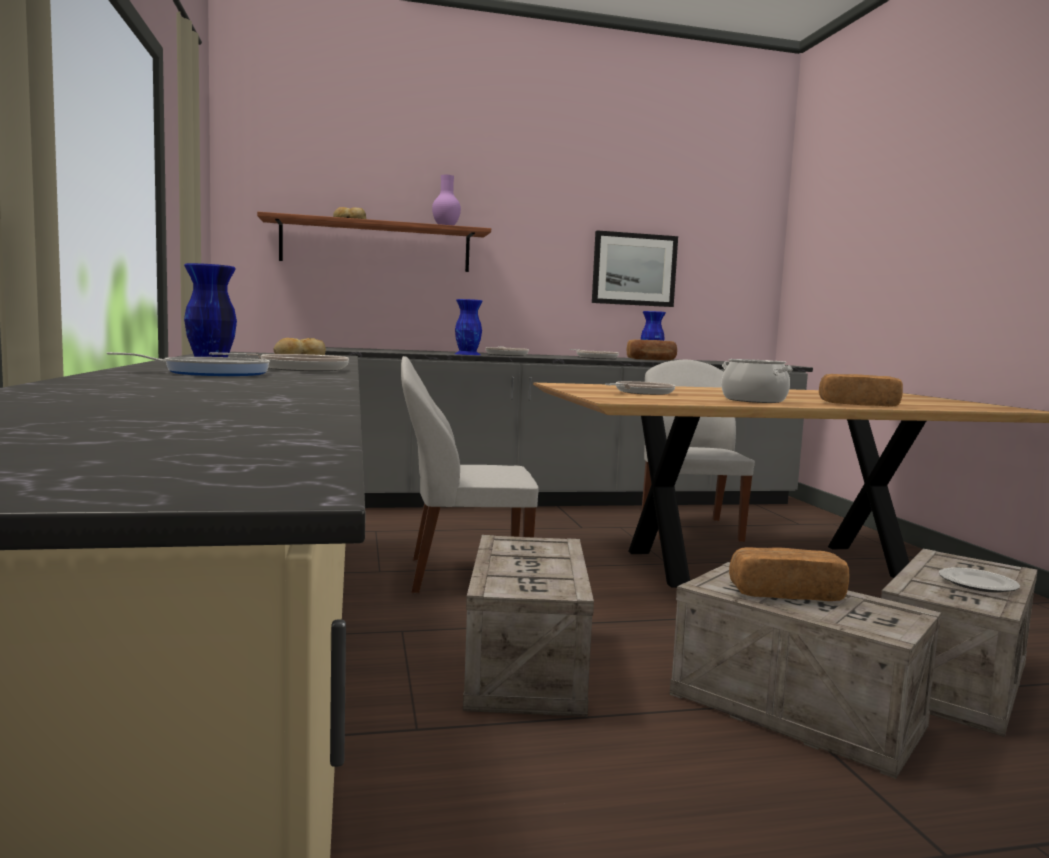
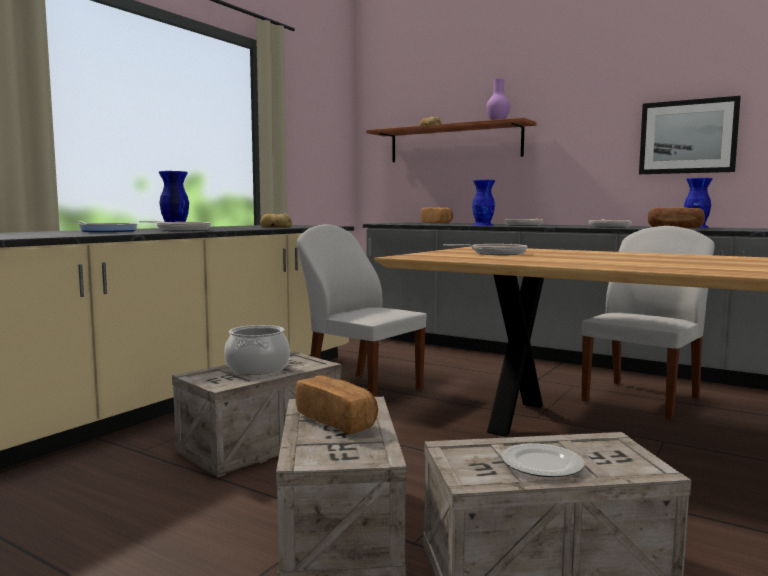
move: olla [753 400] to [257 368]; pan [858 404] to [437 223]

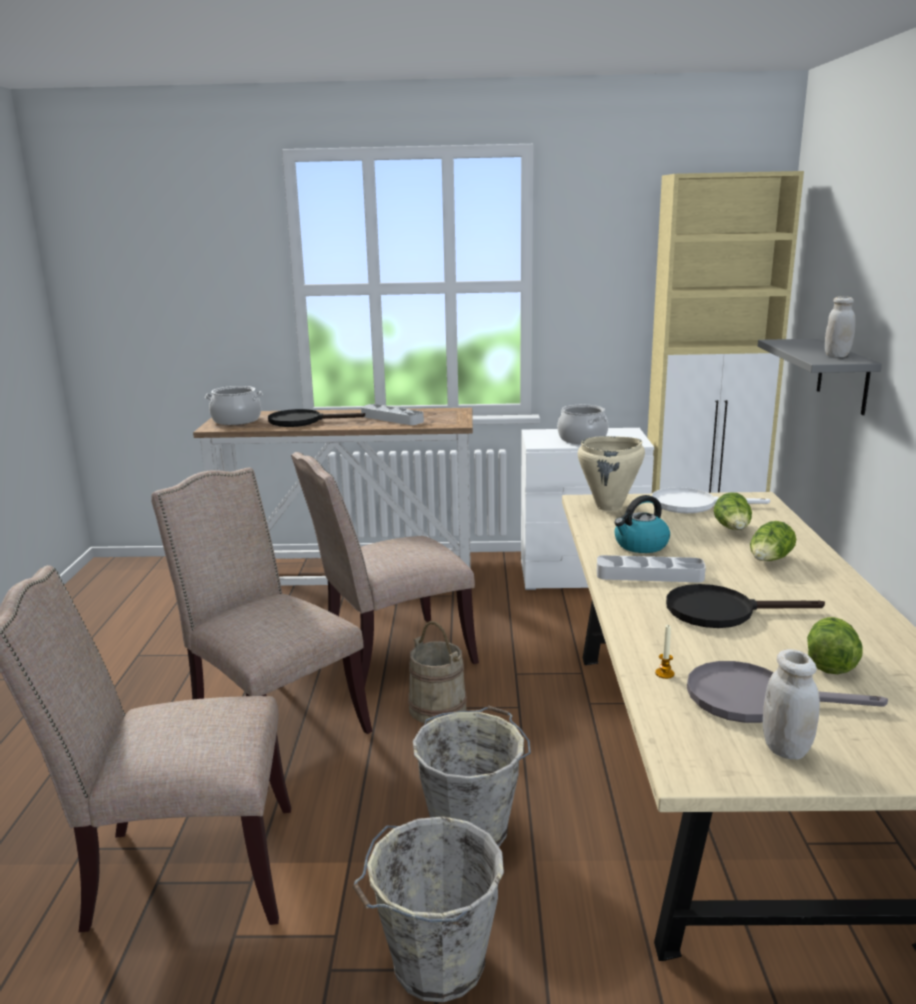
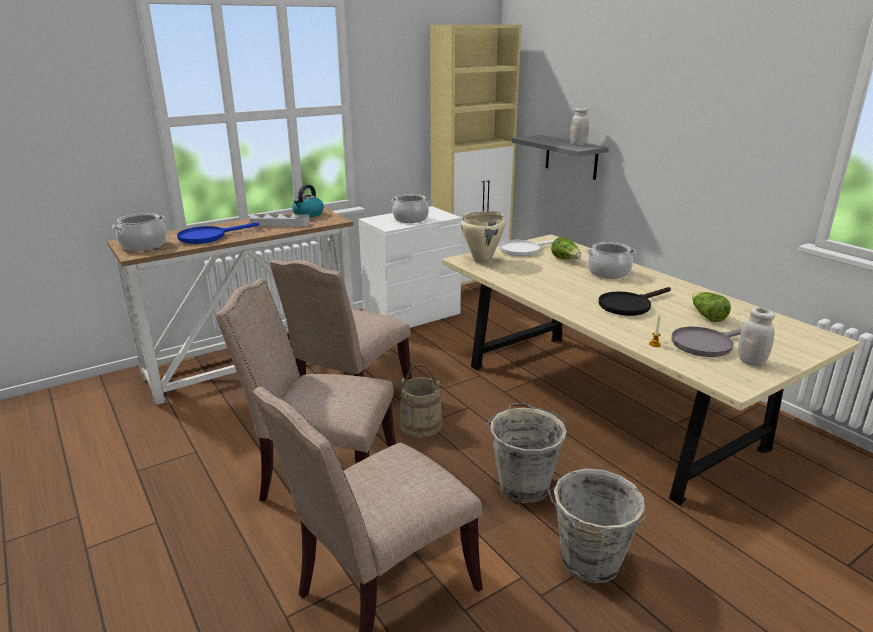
delete: bandeja/gris [649 575]
move: hervidor [640 545] to [308 214]
replace: lechuga [769 560] to olla [608 273]
recolor: sartén/negro [303 421] to sartén/azul [208 237]

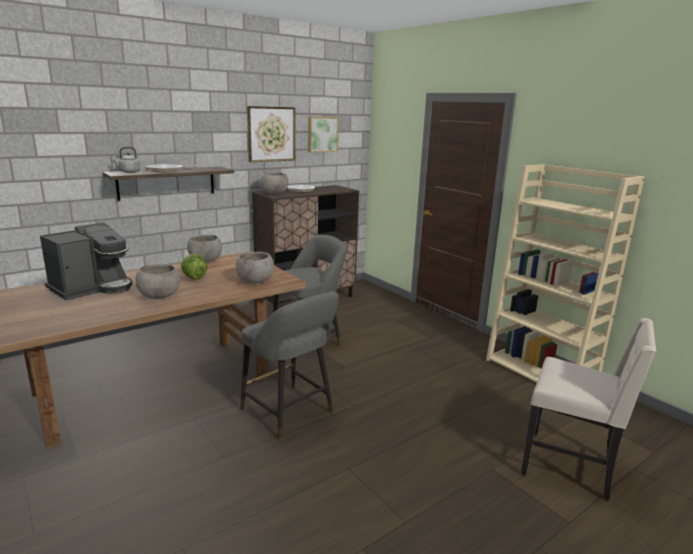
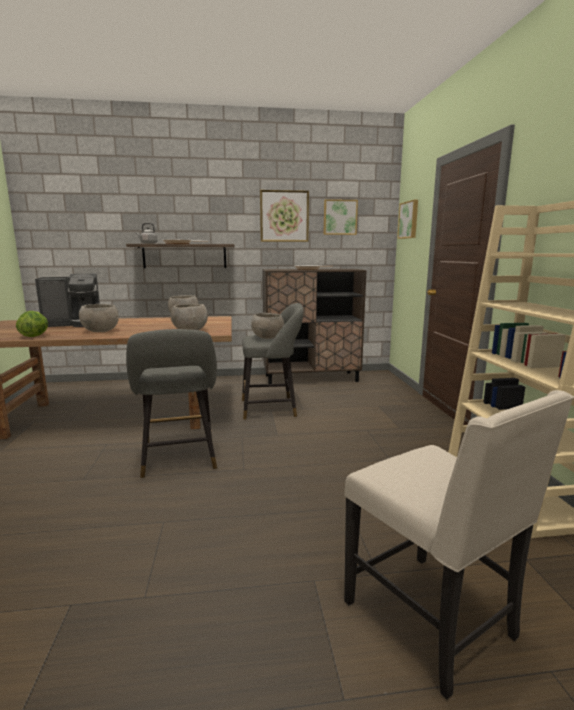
insert: cuadro [409 220]
move: cuenco/gris [274 194] to [267 338]; lechuga [194 278] to [35 336]

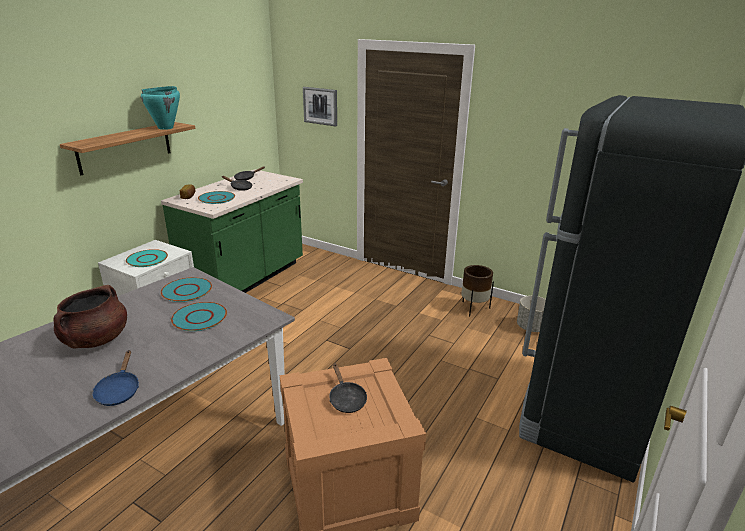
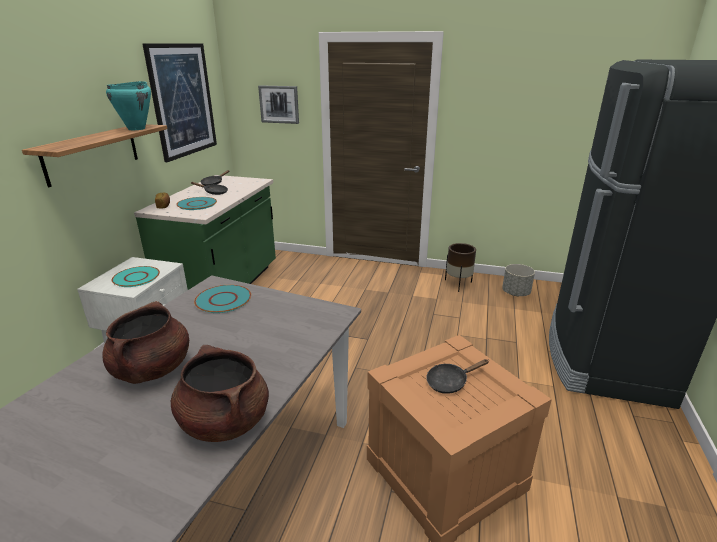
delete: plato/turquesa [199 318]
insert: cuadro [183 100]
replace: sartén/azul [119 390] to olla/marrón [224 421]
rotate: sartén/negro [346 399] = [450 382] 105 degrees clockwise

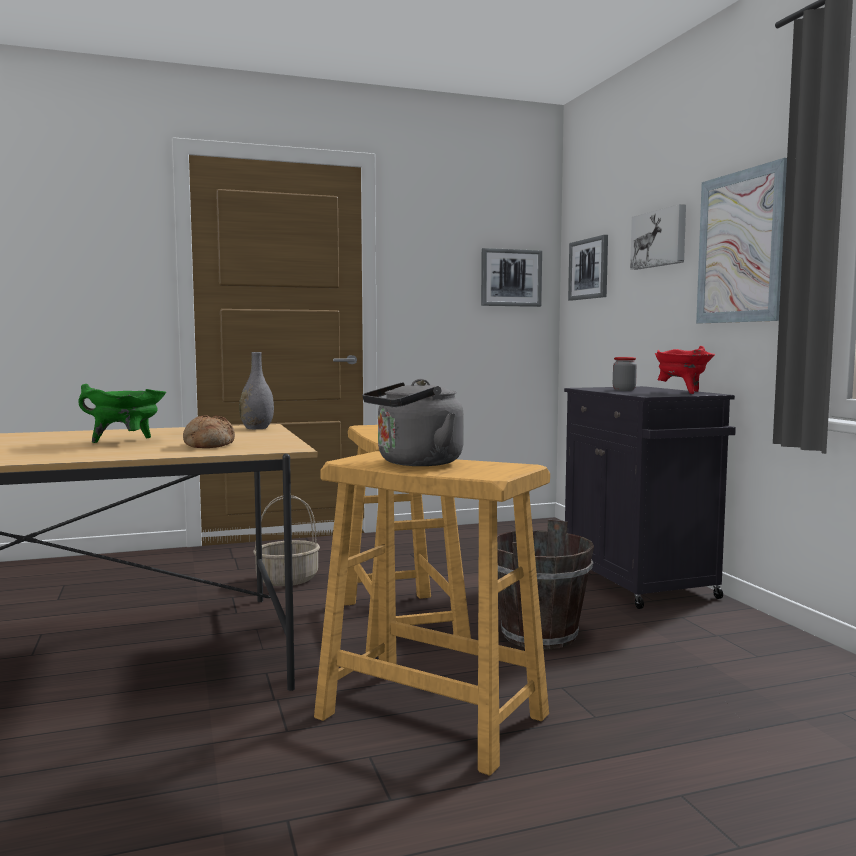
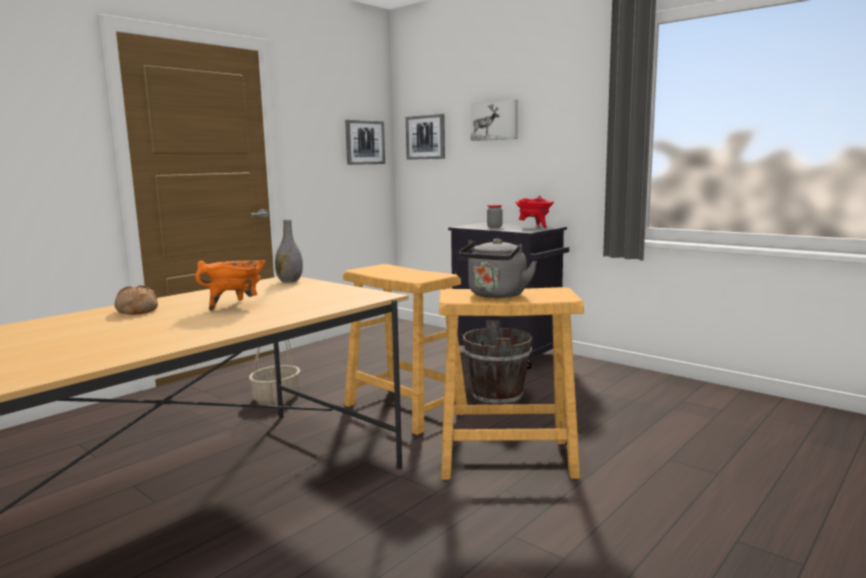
delete: cuadro [740 247]
move: pan [208 445] to [136 310]
recolor: olla/verde [127 442] to olla/naranja [236 306]

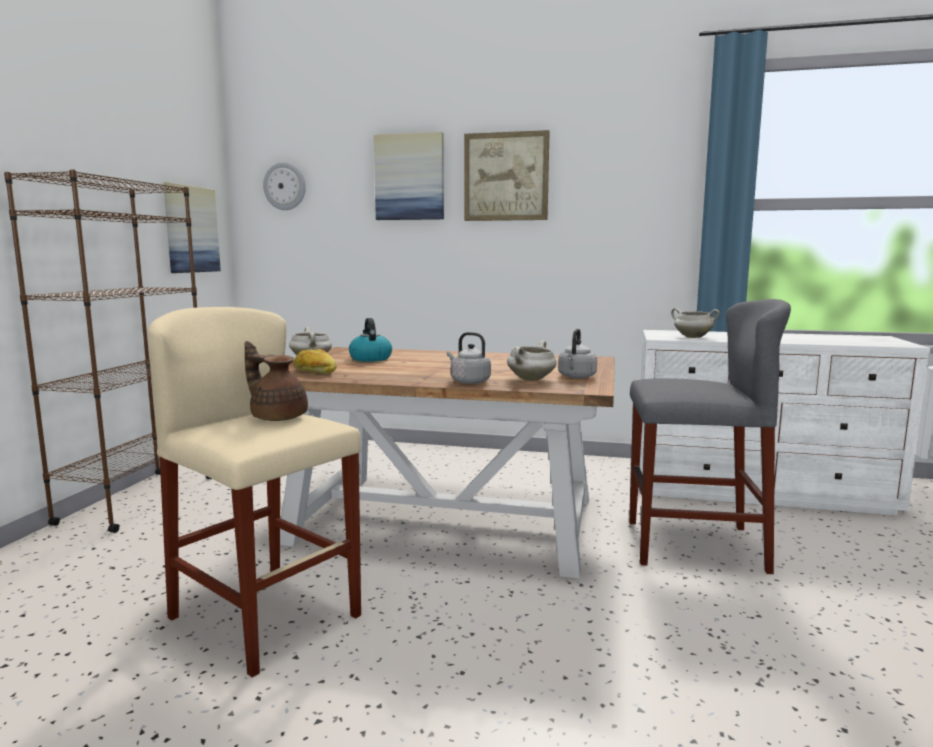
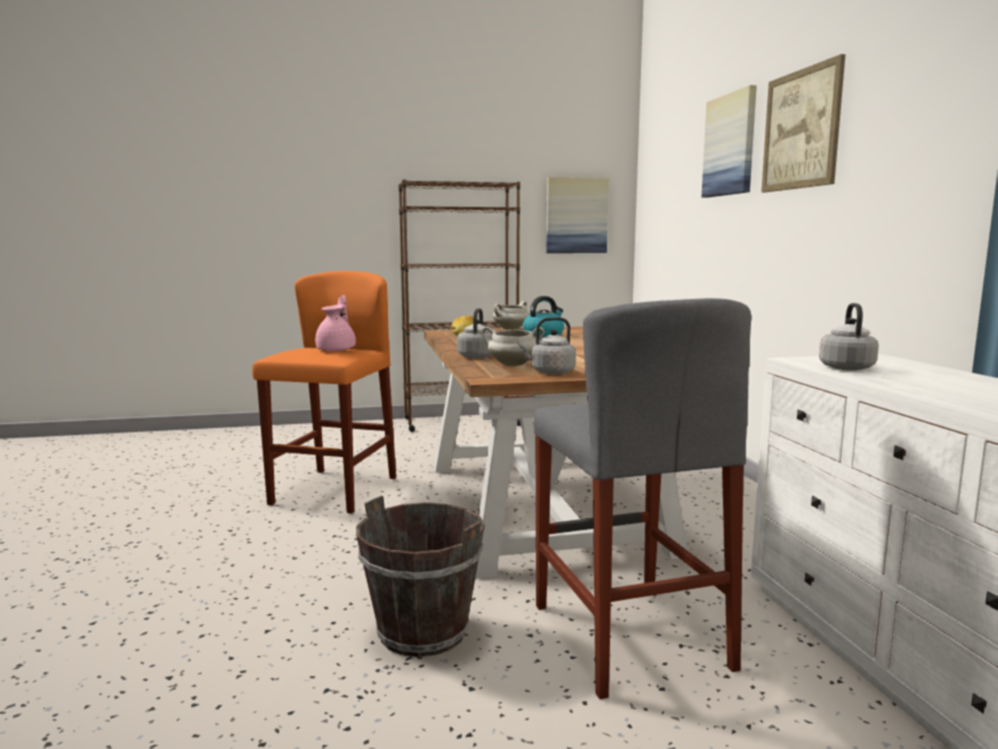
delete: reloj de pared [285 186]
insert: cubo/marrón [422 632]
replace: olla/blanco [692 337] to hervidor/gris [845 367]
recolor: taburete/beis [265 617] to taburete/naranja [334 490]; tetera/marrón [278 417] to tetera/rosa [337 350]

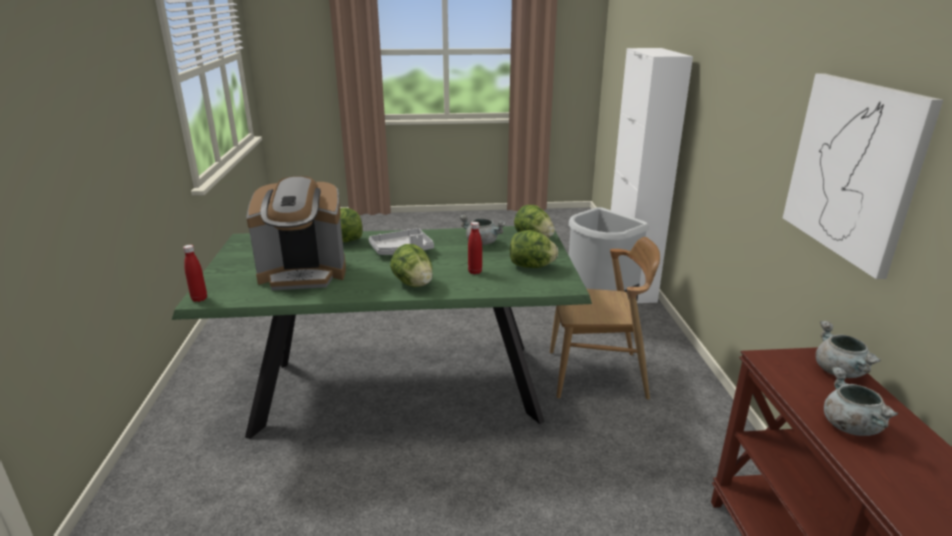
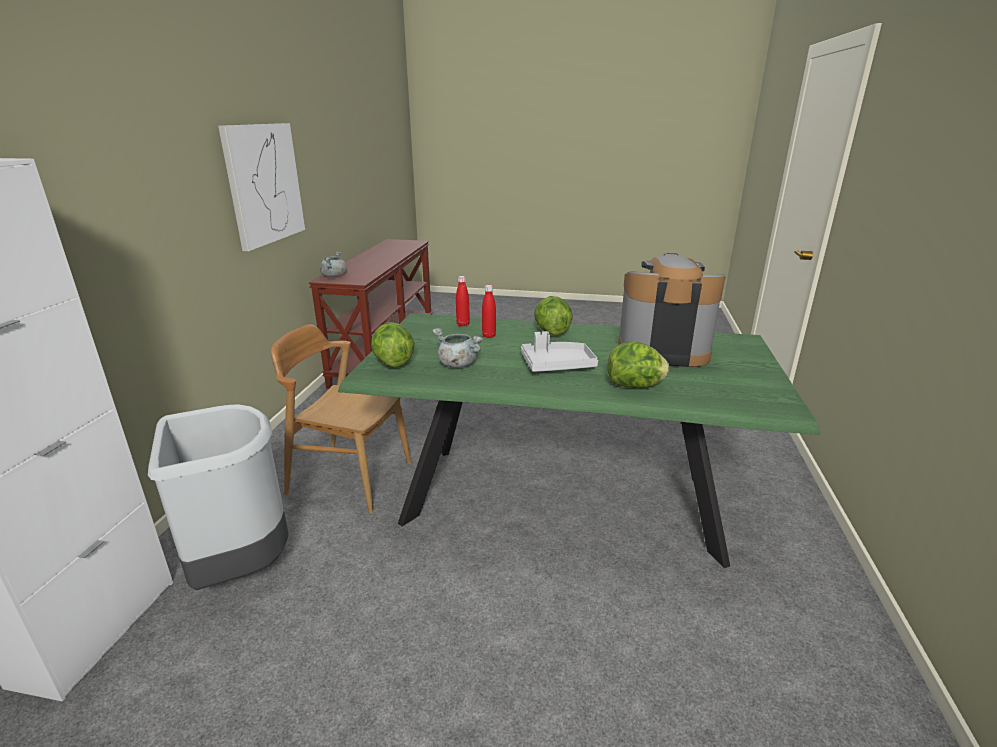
delete: lechuga [531 266]; olla/gris [849 425]
move: botella/rojo [199 299] to [463 324]

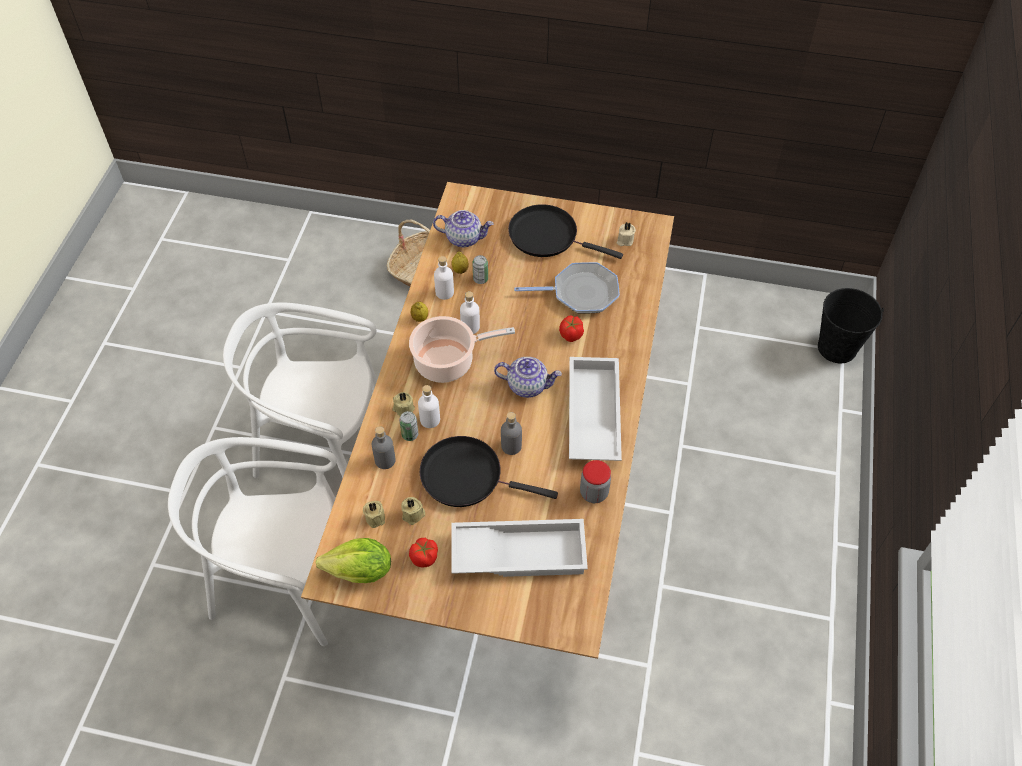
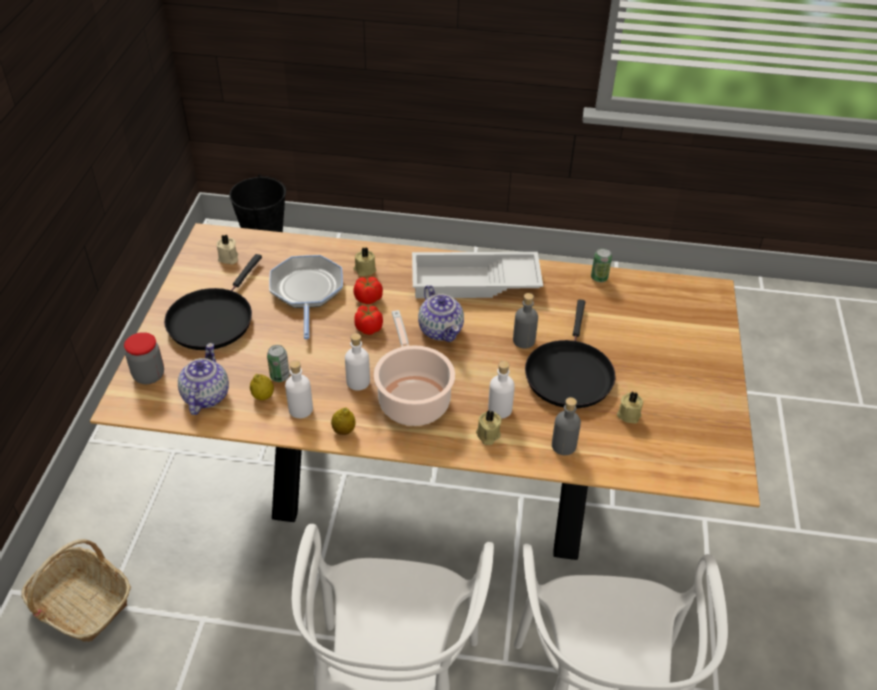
delete: bandeja/blanco [519 551]; lechuga [360 572]
move: lata [410 434] to [599 278]; tarro [594 493] to [149 375]; vela/beis [376 517] to [364 270]; tomate [424 557] to [368 328]
rotate: tetera [527 385] = [441 330] 150 degrees clockwise

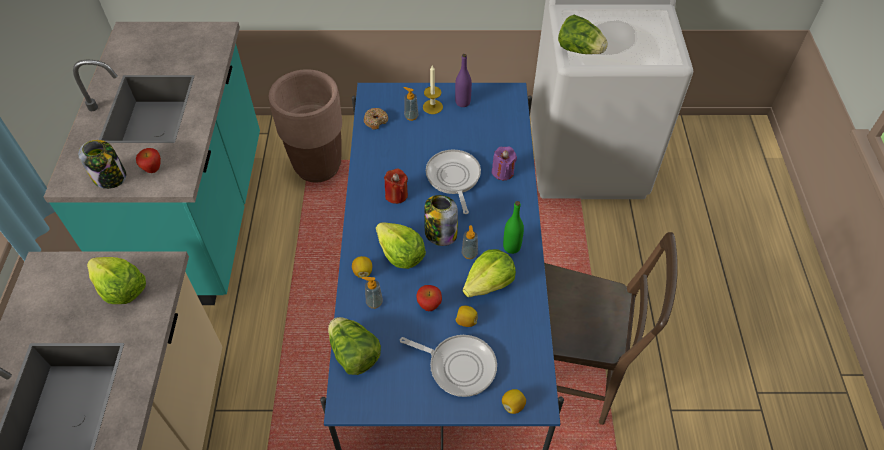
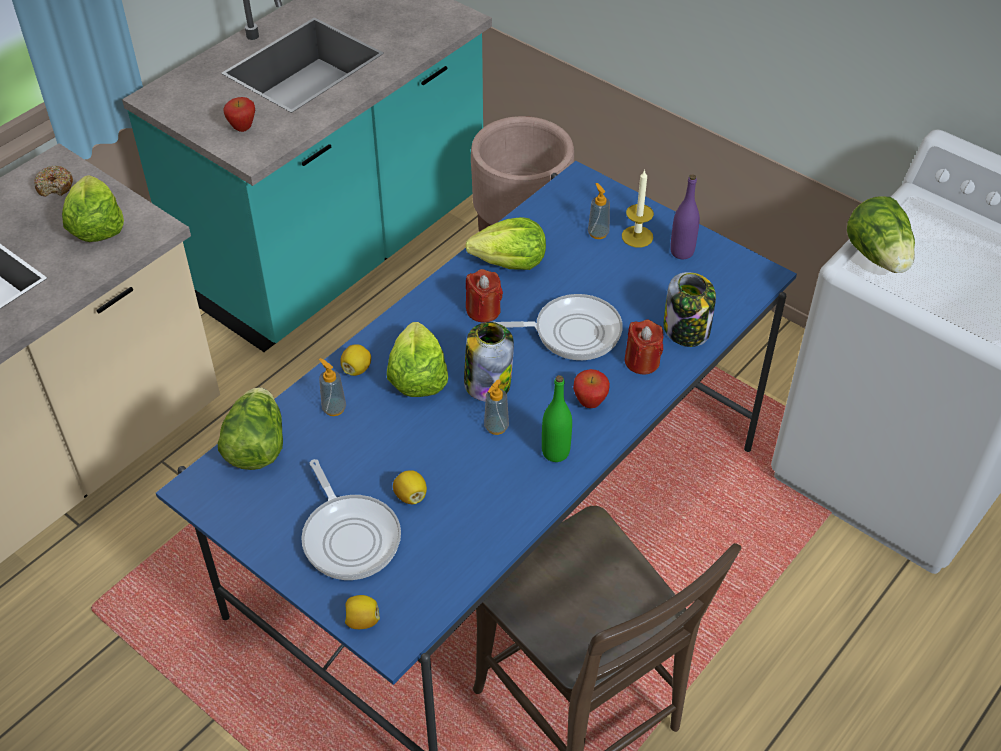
move: rosquilla [376 121] to [55 186]; tarro [110 177] to [687 330]; lechuga [489 283] to [510 262]; manzana [429 306] to [589 403]
recolor: vela/morado [503 172] to vela/rojo [642 361]
rotate: sartén [453 178] = [572 332] 60 degrees clockwise

